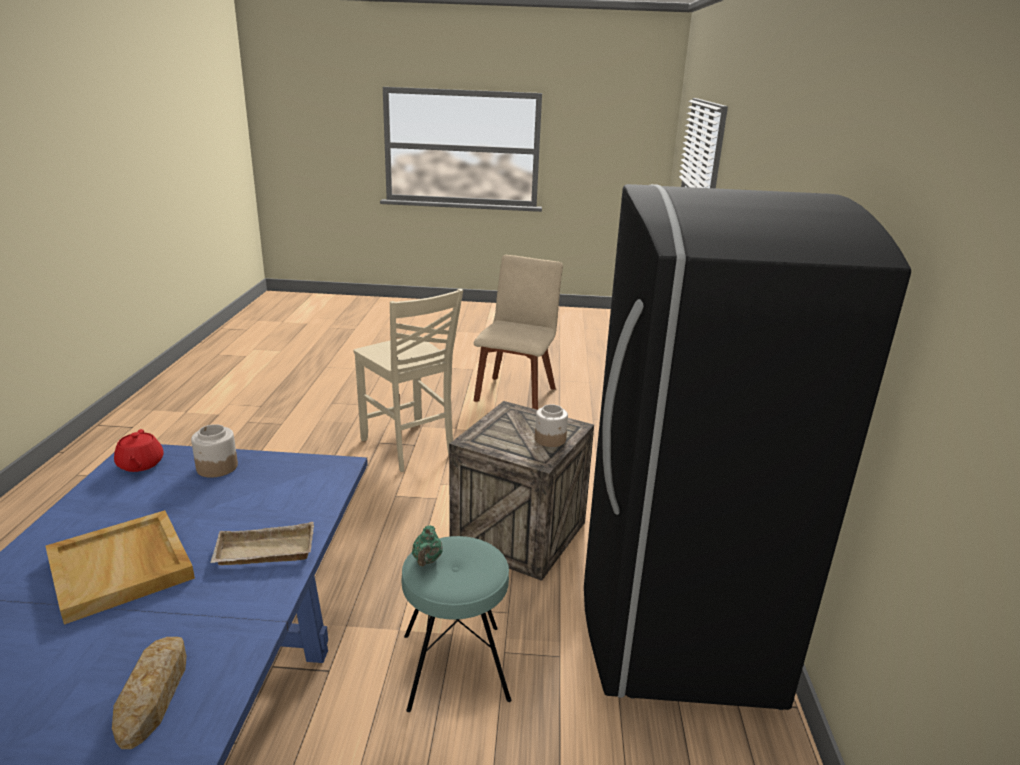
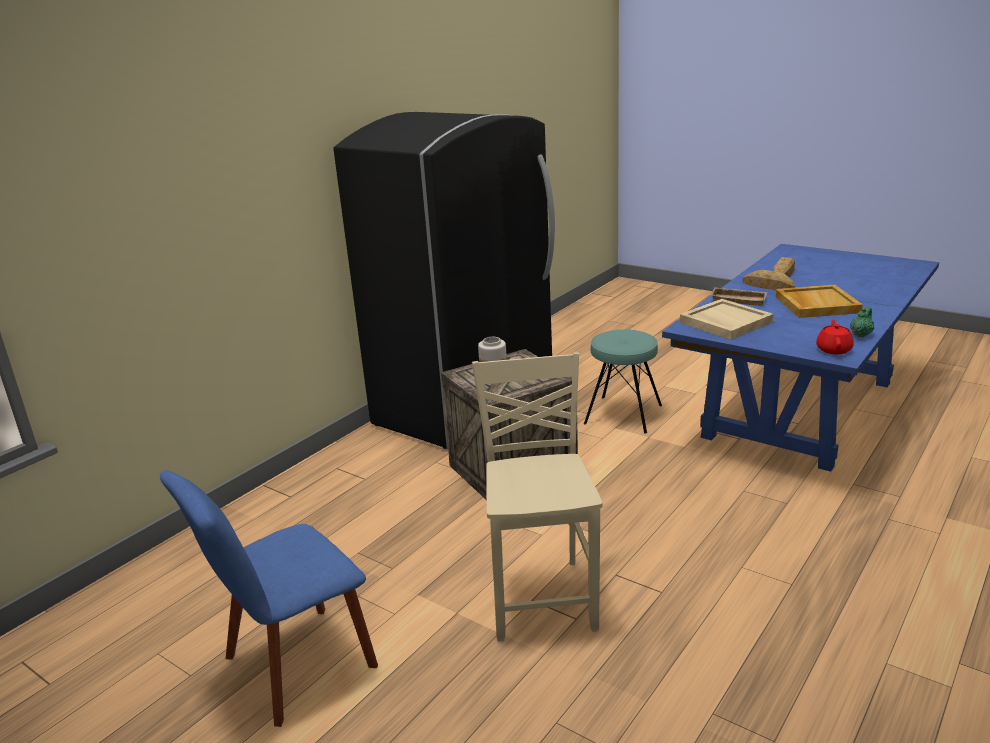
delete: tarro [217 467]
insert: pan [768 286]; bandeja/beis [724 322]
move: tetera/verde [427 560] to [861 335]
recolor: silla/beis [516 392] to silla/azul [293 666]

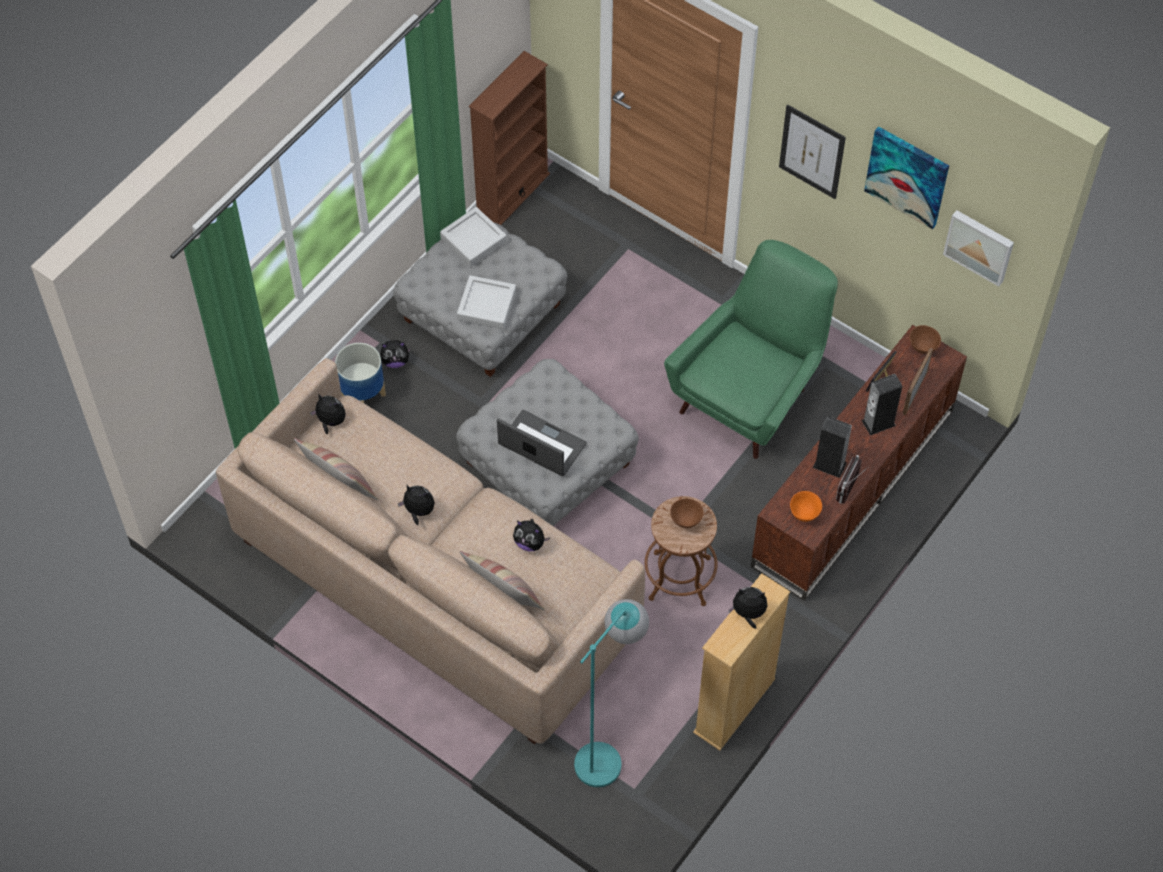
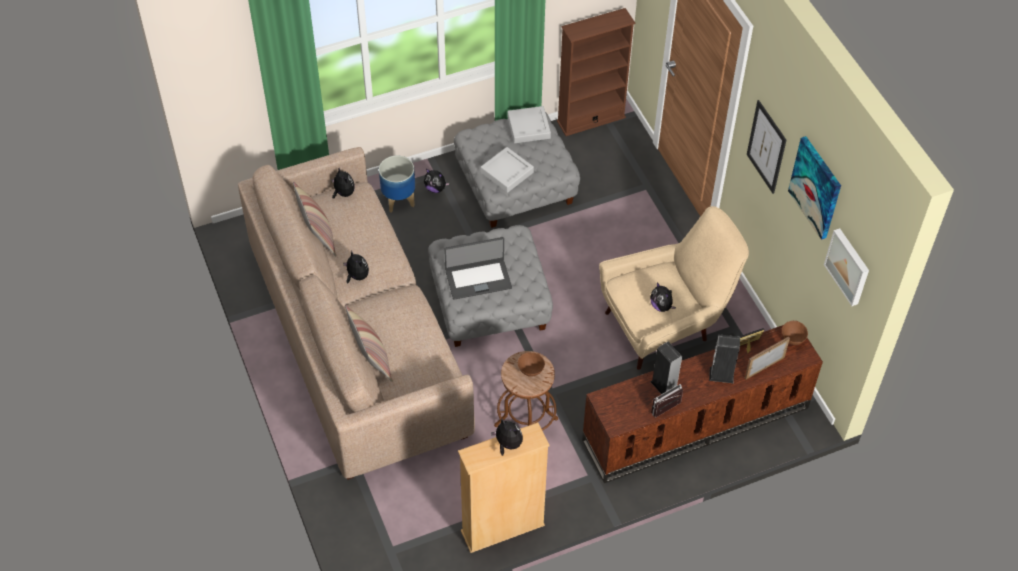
delete: cuenco/naranja [804 514]; lámpara de pie/turquesa [607 752]
move: peluche [530 543] to [661 306]
recolor: sillón/verde [751 393] to sillón/beis [666 324]
rotate: portátil [541 445] = [478 279] 105 degrees clockwise

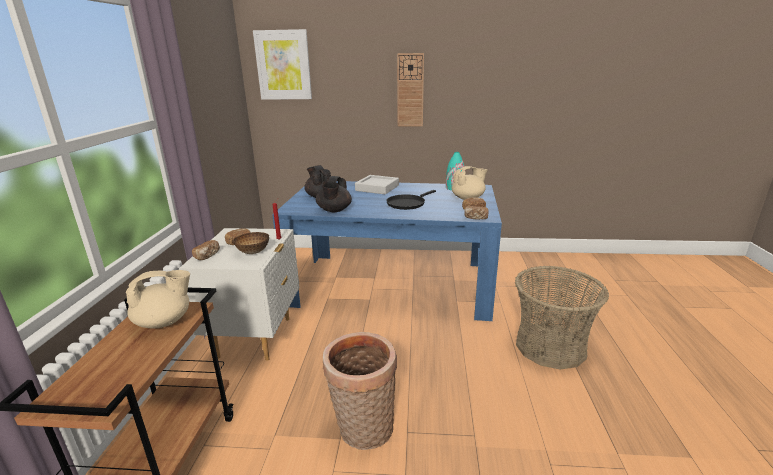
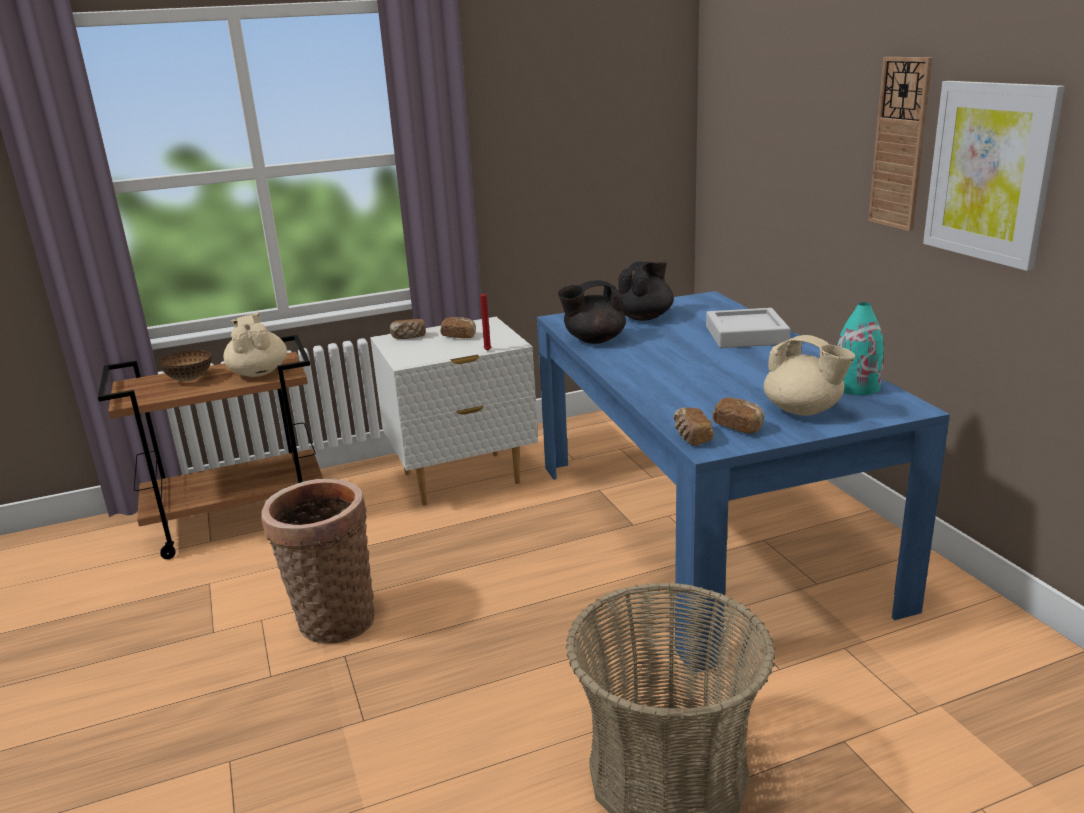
delete: sartén/negro [407 203]
move: cuadro [283 65] to [989 172]; cuenco [253 252] to [190 379]
rotate: tetera/beis [165 321] = [258 372] 150 degrees counterclockwise

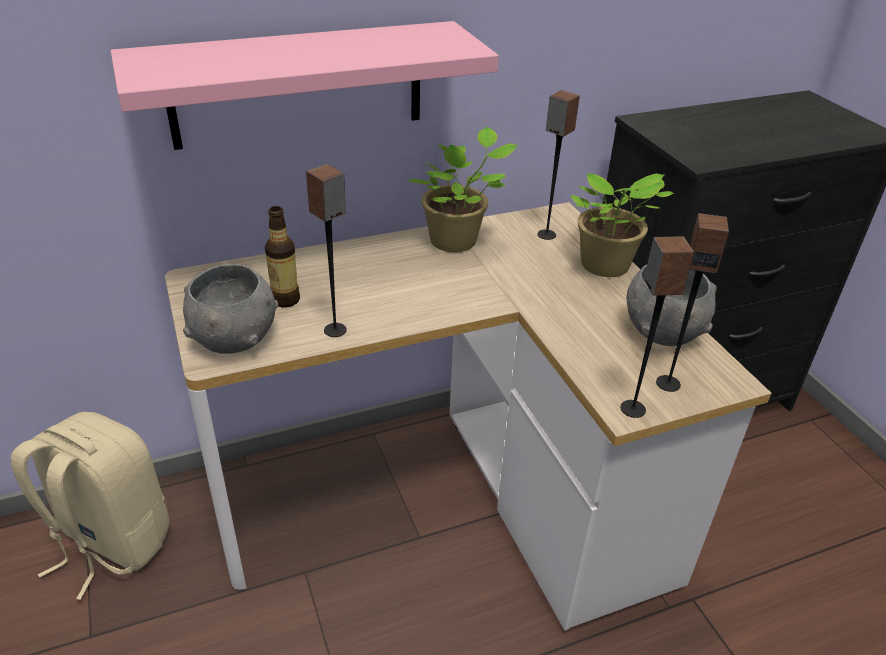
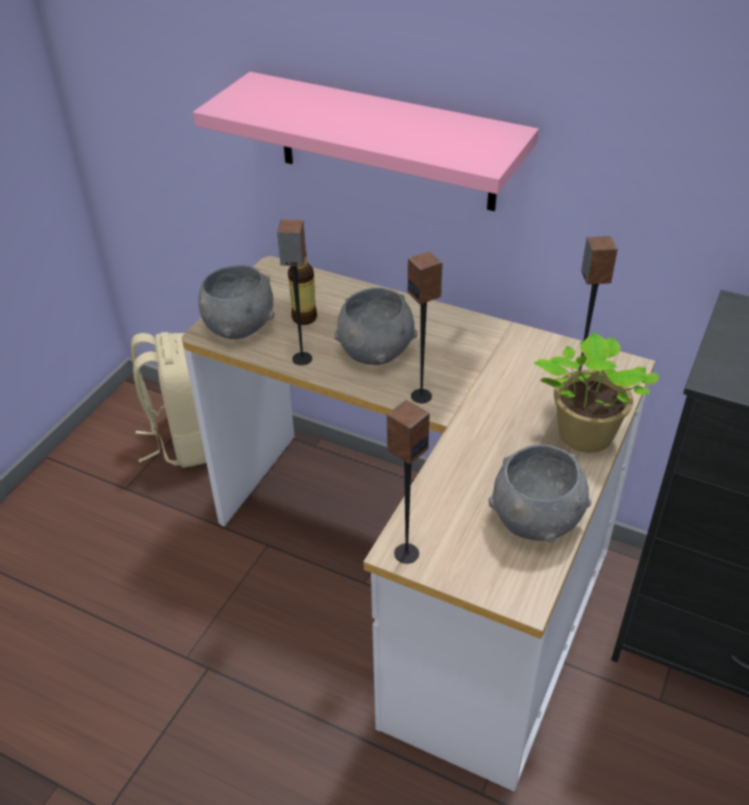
delete: planta en maceta [457 241]
insert: cuenco/gris [377 351]
move: altavoz [668 383] to [421 396]

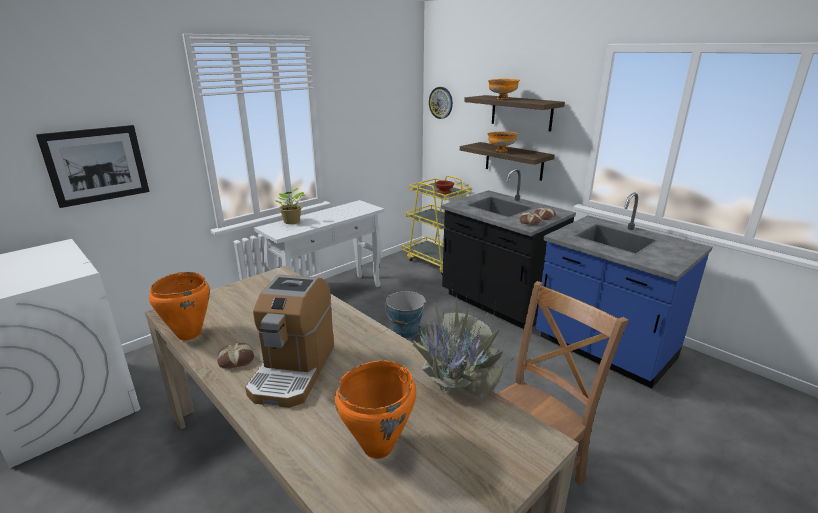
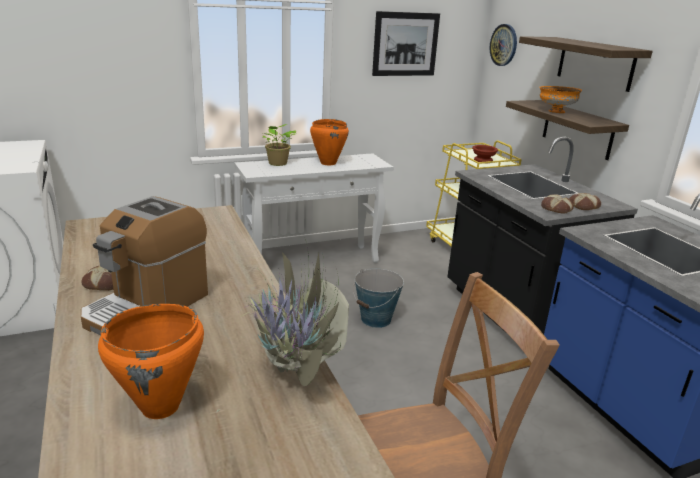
delete: cuenco/naranja [502 98]
move: cuadro [97 165] to [405 44]; olla/naranja [188 334] to [328 163]

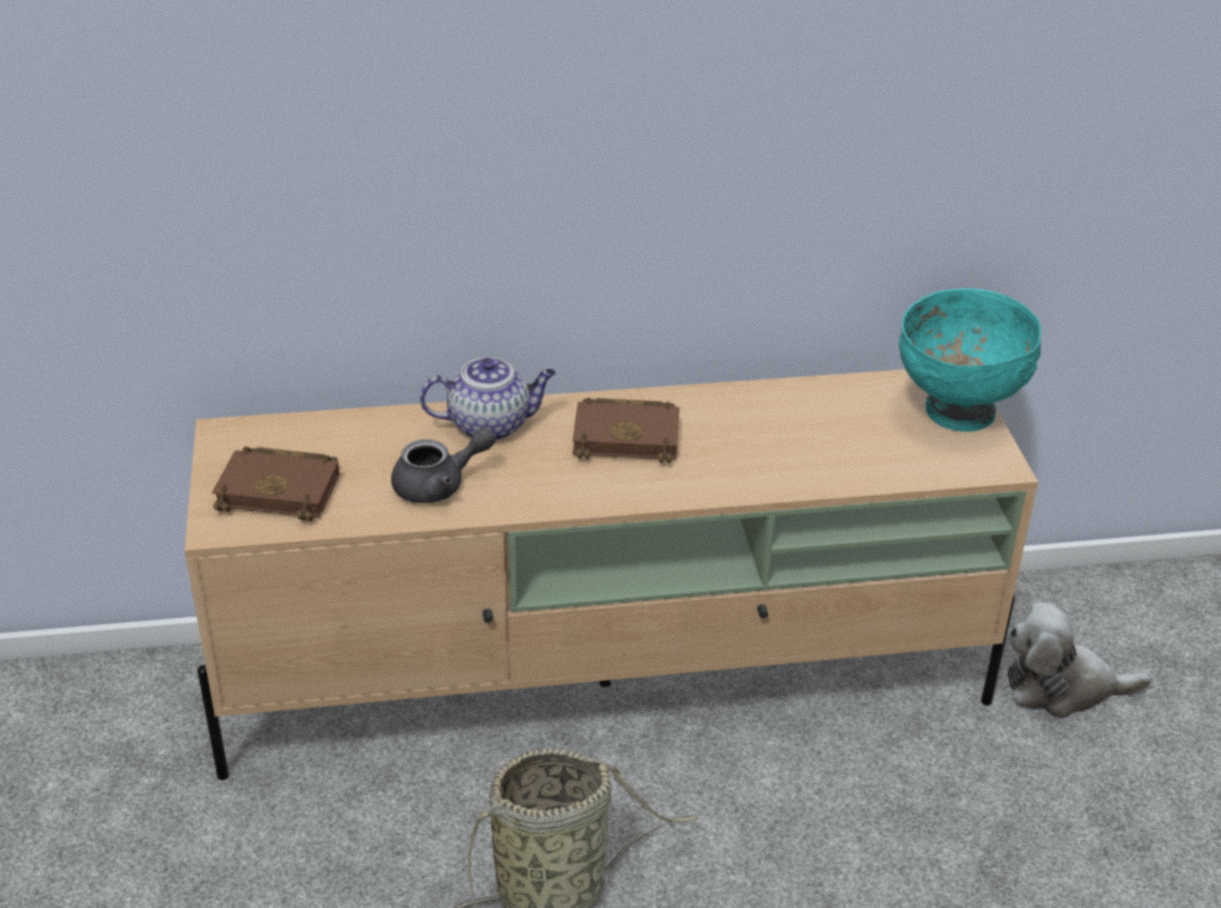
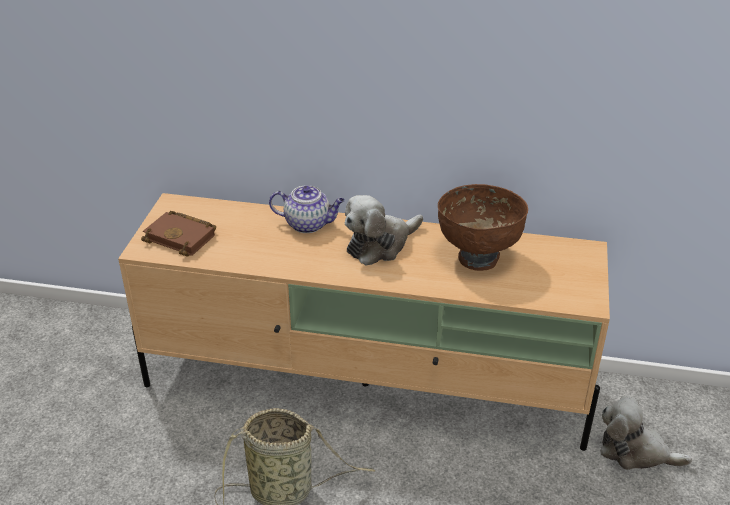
delete: cuenco/turquesa [957 411]; tetera/gris [439 485]
insert: cuenco/marrón [478 257]
replace: libro/marrón [629 436] to peluche [380 245]

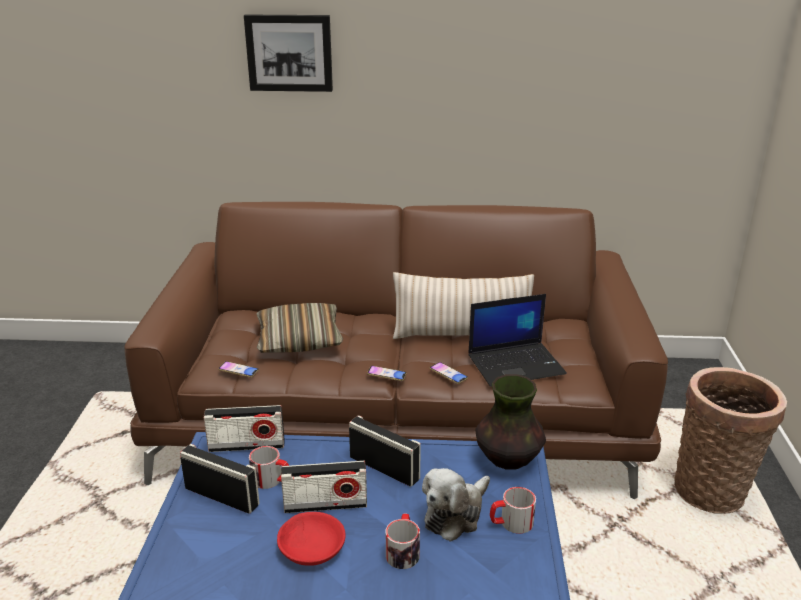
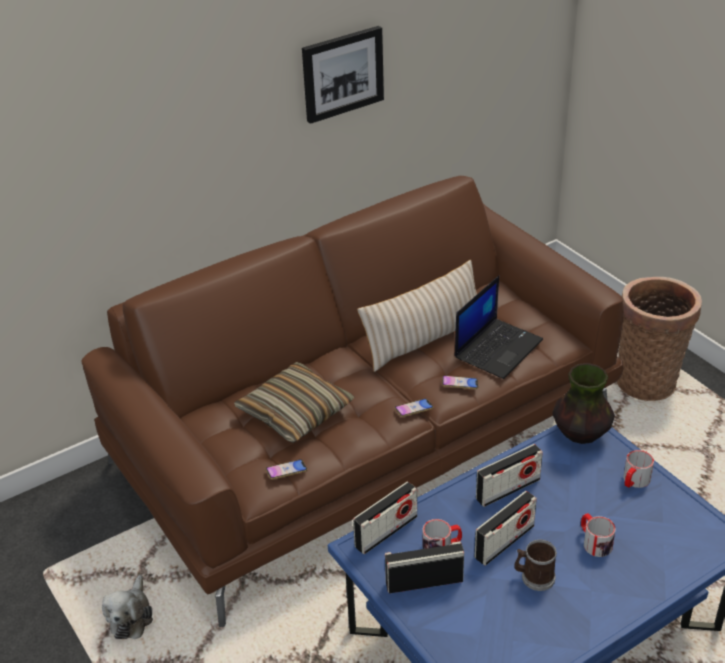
move: cuadro [289 53] to [342 73]; peluche [455 514] to [131 616]
replace: cuenco/rojo [311 546] to taza grande [534 577]
rotate: radio [384 468] = [508 489] 150 degrees clockwise

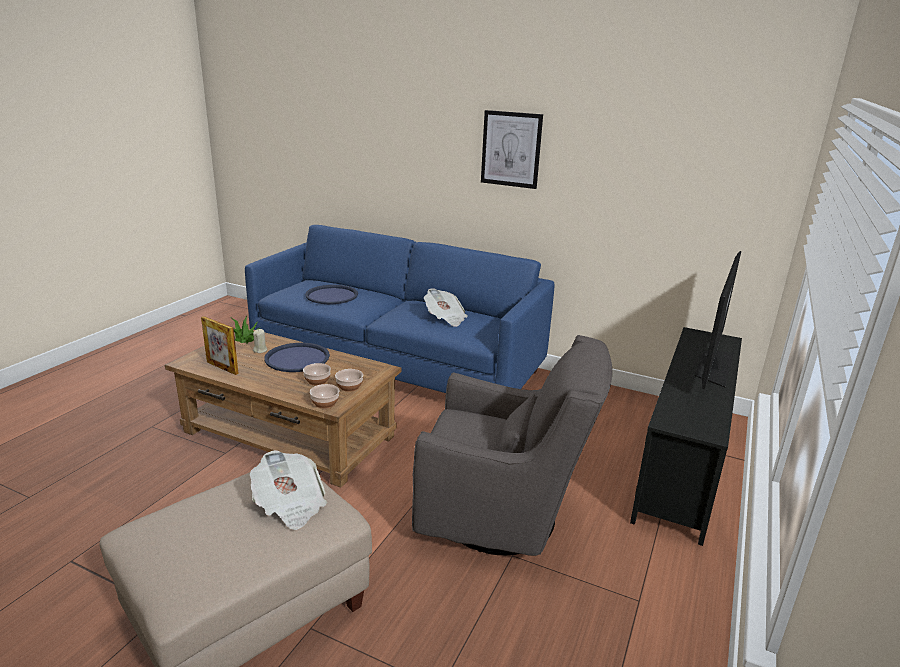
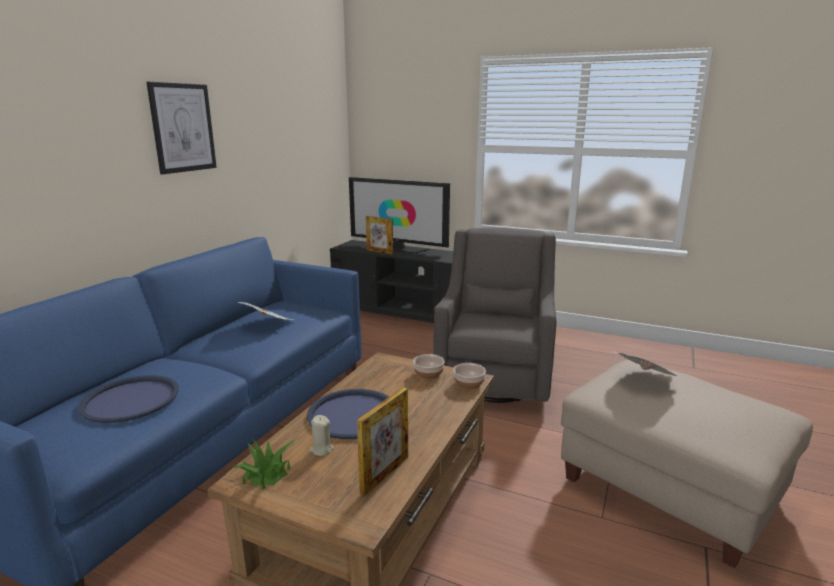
delete: cuenco [317 381]
insert: portarretratos [379 252]

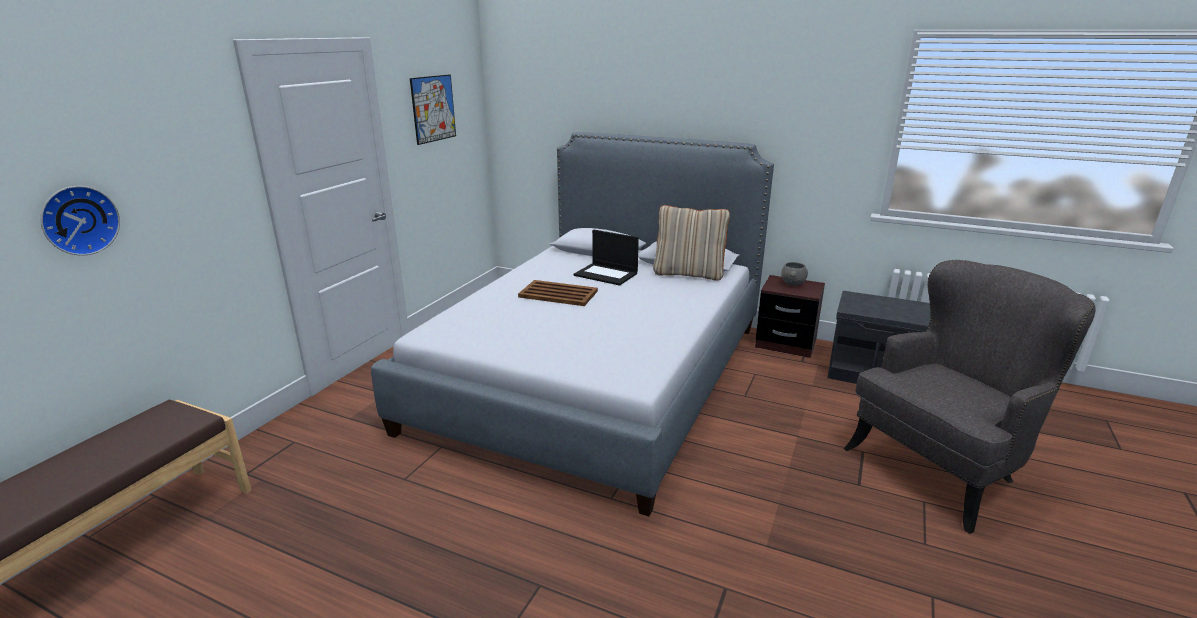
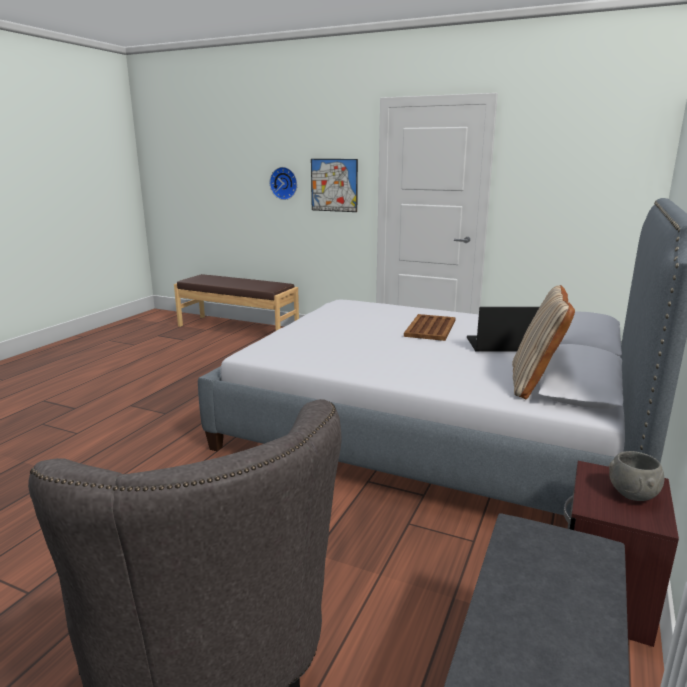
move: cuadro [433 108] to [334 185]
rotate: portátil [607 274] = [501 345] 60 degrees clockwise

